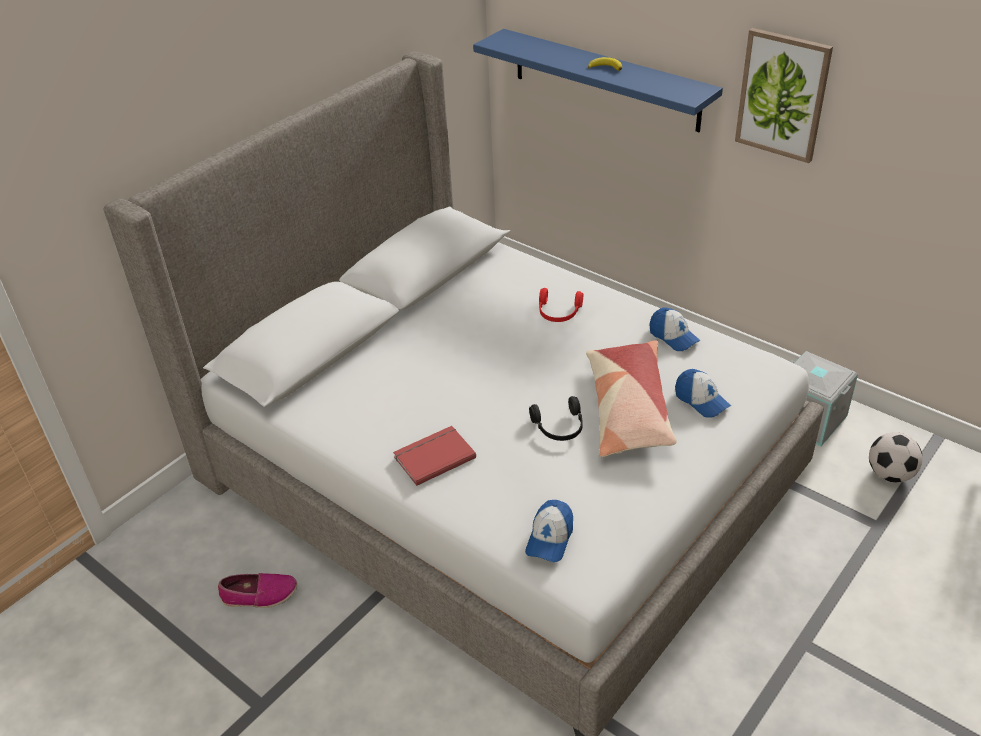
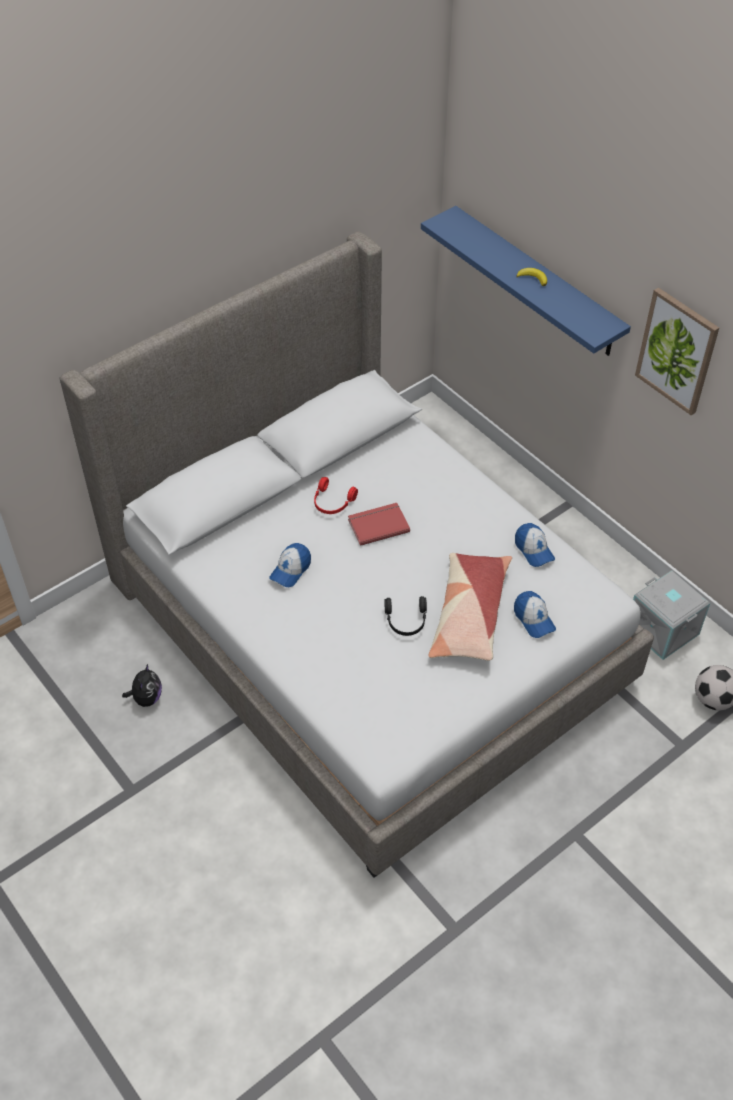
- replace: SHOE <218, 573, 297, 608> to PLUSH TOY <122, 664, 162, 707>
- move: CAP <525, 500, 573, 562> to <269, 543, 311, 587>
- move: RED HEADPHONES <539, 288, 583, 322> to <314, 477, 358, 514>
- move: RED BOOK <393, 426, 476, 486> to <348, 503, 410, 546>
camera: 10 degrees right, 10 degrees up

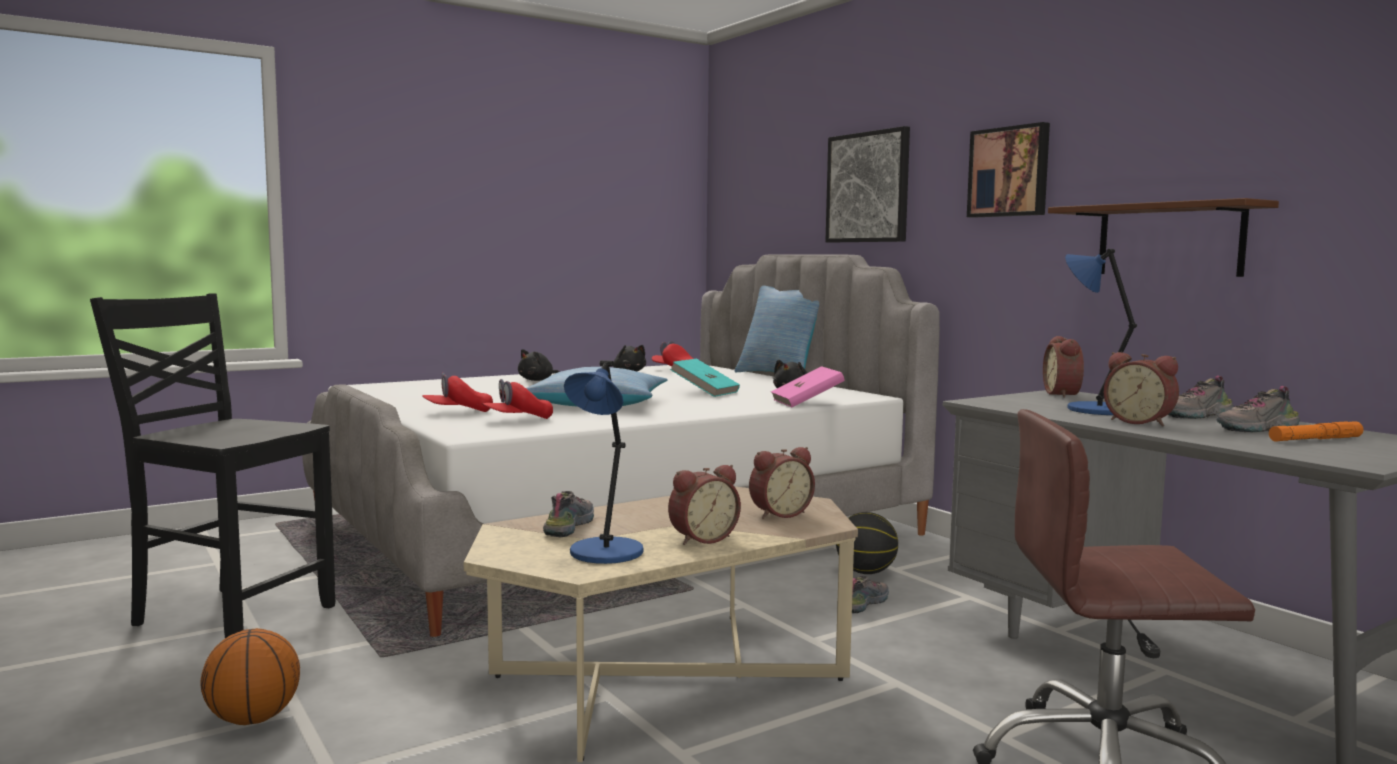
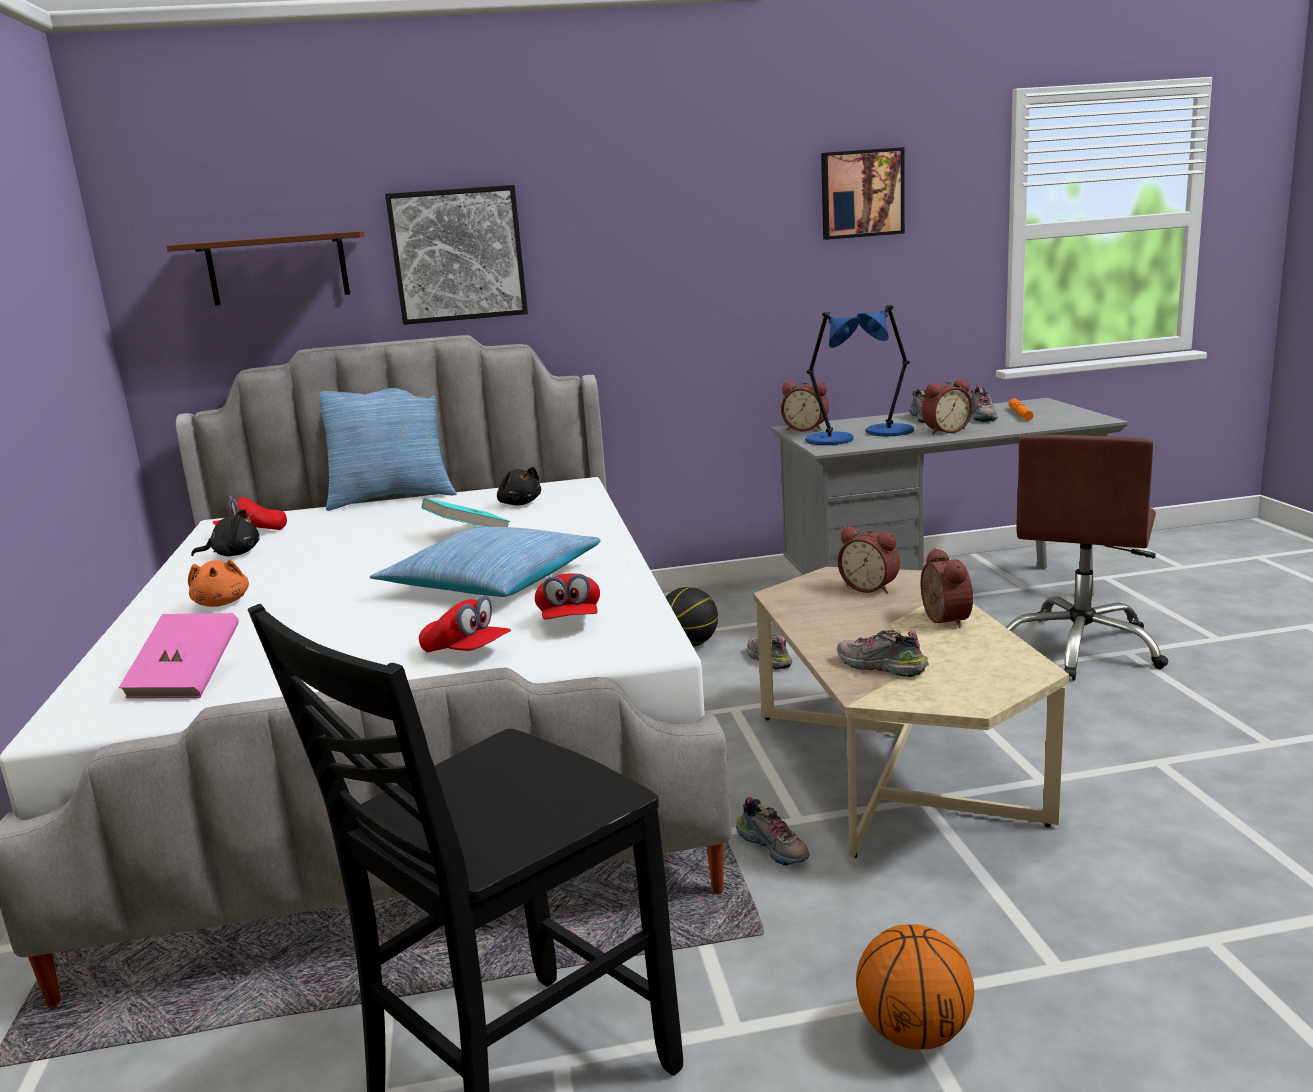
- move: PINK BOOK <771, 366, 845, 407> to <119, 613, 239, 698>
- move: BROWN SHELF <1048, 198, 1279, 277> to <167, 231, 365, 305>
- recolor: BLACK PLUSH TOY <518, 349, 560, 381> to ORANGE PLUSH TOY <188, 559, 249, 607>
- rotate: RED CAP <422, 373, 493, 412> = <419, 595, 511, 652> 60 degrees counterclockwise
- insert: SHOE <736, 797, 810, 866>
- move: BLUE TABLE LAMP <564, 360, 643, 564> to <805, 312, 860, 445>
- move: PICTURE <967, 122, 1050, 218> to <821, 147, 905, 240>
- rotate: ALARM CLOCK <749, 447, 815, 519> = <838, 527, 900, 594> 135 degrees clockwise
camera: 65 degrees left, 10 degrees up

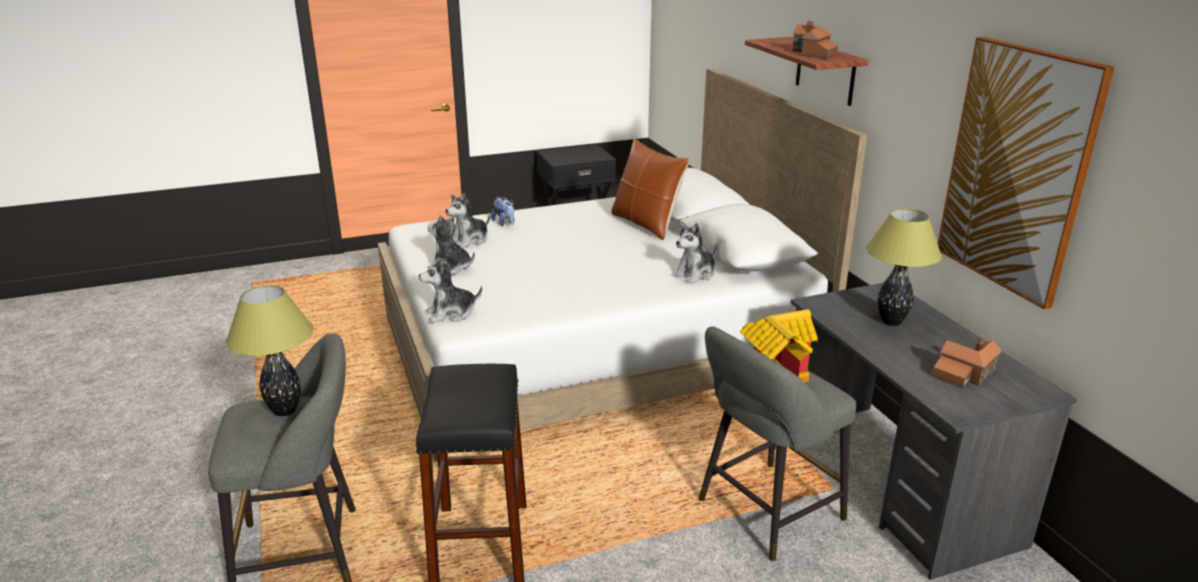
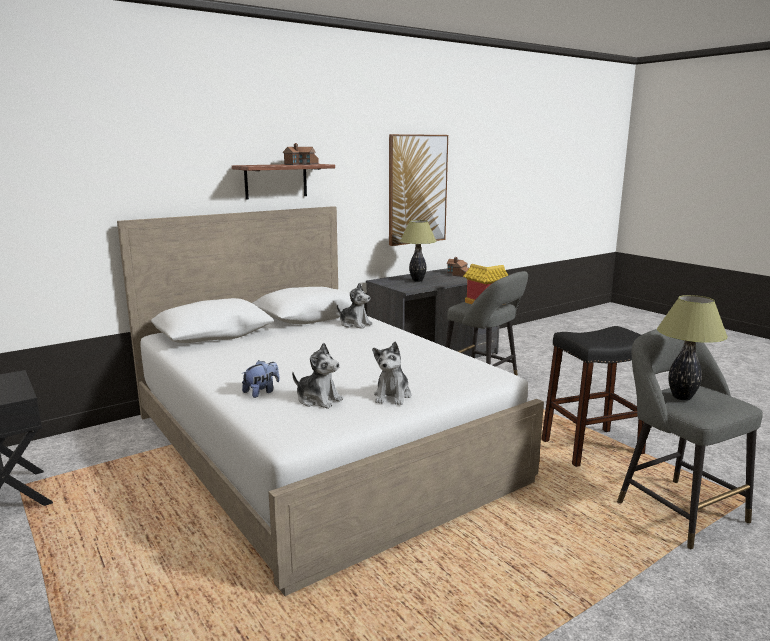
- delete: PLUSH TOY <419, 257, 482, 323>
- delete: BROWN PILLOW <611, 138, 689, 240>
camera: 105 degrees left, 10 degrees down

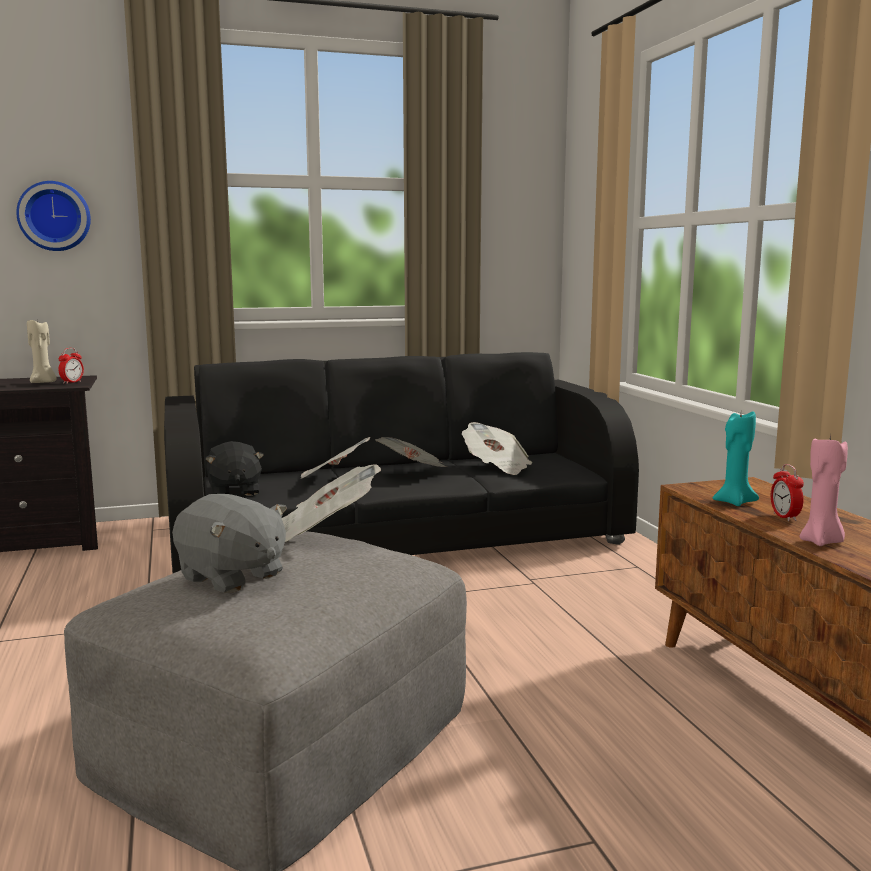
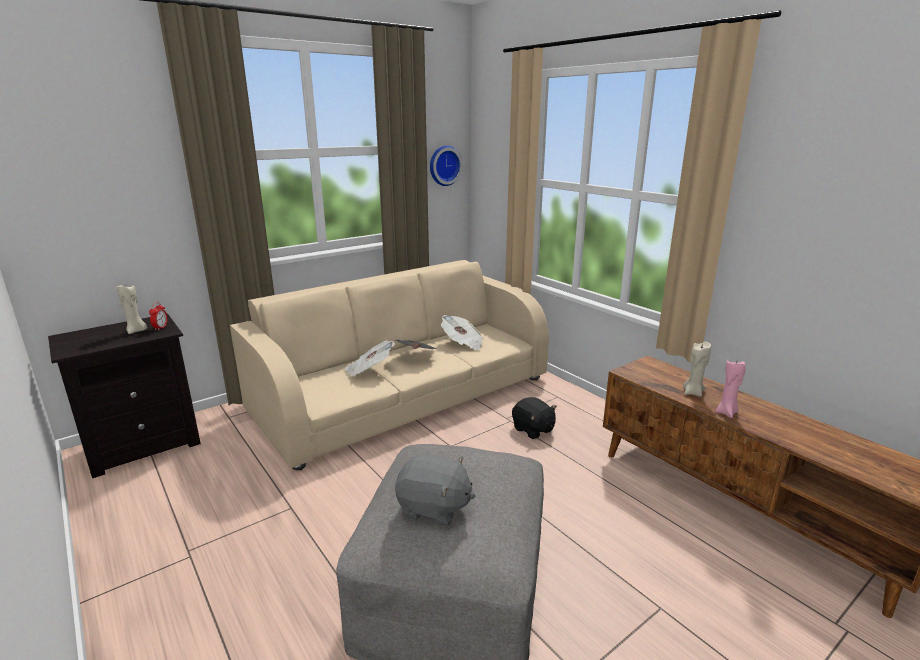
- recolor: BLACK SOFA <164, 352, 639, 574> to BEIGE SOFA <230, 260, 549, 470>
- move: WALL CLOCK <16, 181, 91, 251> to <430, 145, 463, 186>
- move: BLACK PLUSH TOY <205, 441, 264, 496> to <512, 397, 557, 439>
- replace: ALARM CLOCK <771, 464, 804, 521> to BEIGE CANDLE <683, 342, 711, 397>
- delete: NEWSPAPER <282, 465, 381, 542>
- delete: TURQUOISE CANDLE <712, 411, 759, 506>
camera: 20 degrees left, 10 degrees up

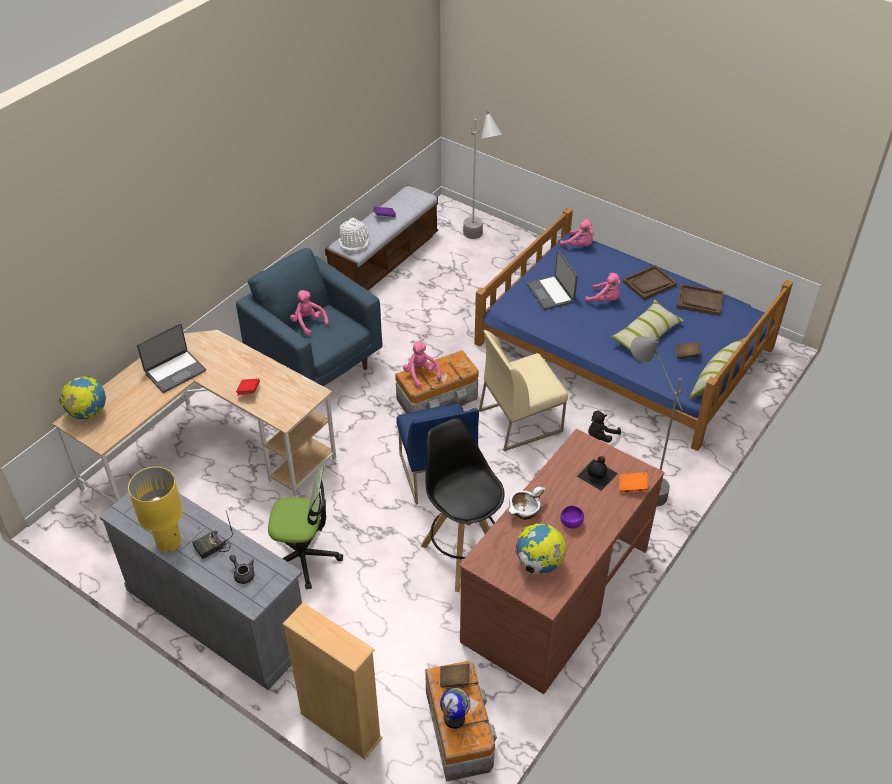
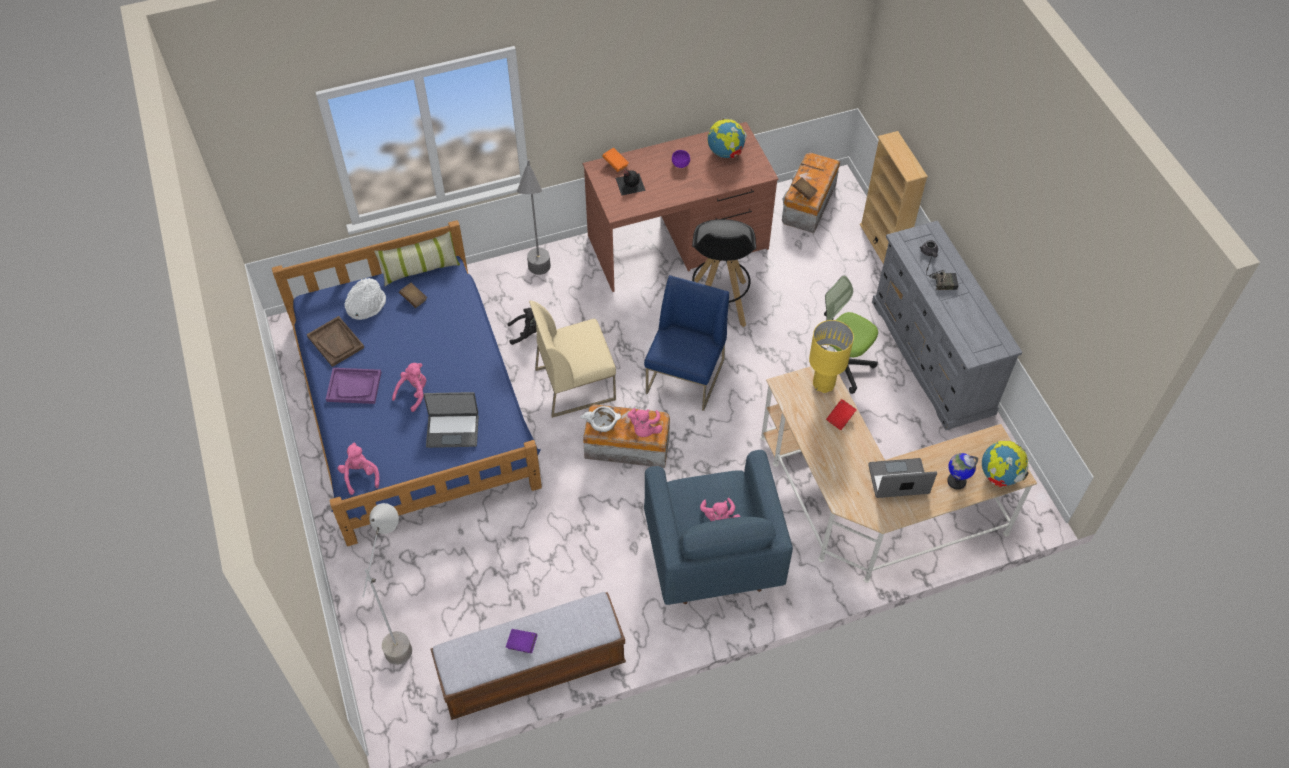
- recolor: BROWN TRAY <623, 265, 677, 300> to PURPLE TRAY <326, 368, 382, 404>
- move: WHITE HAT <338, 218, 369, 252> to <344, 278, 386, 320>
- rotate: PINK PLUSH TOY <585, 273, 620, 303> = <392, 363, 426, 412> 60 degrees clockwise
- rotate: LAPTOP <527, 250, 578, 310> = <423, 392, 479, 448> 75 degrees clockwise
- rotate: BEIGE CHAIR <479, 330, 568, 451> = <529, 300, 616, 418> 150 degrees clockwise
- move: WHITE BOWL <509, 487, 546, 520> to <580, 406, 621, 432>
- move: YELLOW TABLE LAMP <128, 467, 183, 552> to <809, 320, 854, 393>
- move: GLOBE <440, 688, 470, 729> to <947, 453, 978, 490>
- delete: PILLOW <611, 300, 684, 351>
camera: 145 degrees left, 10 degrees up

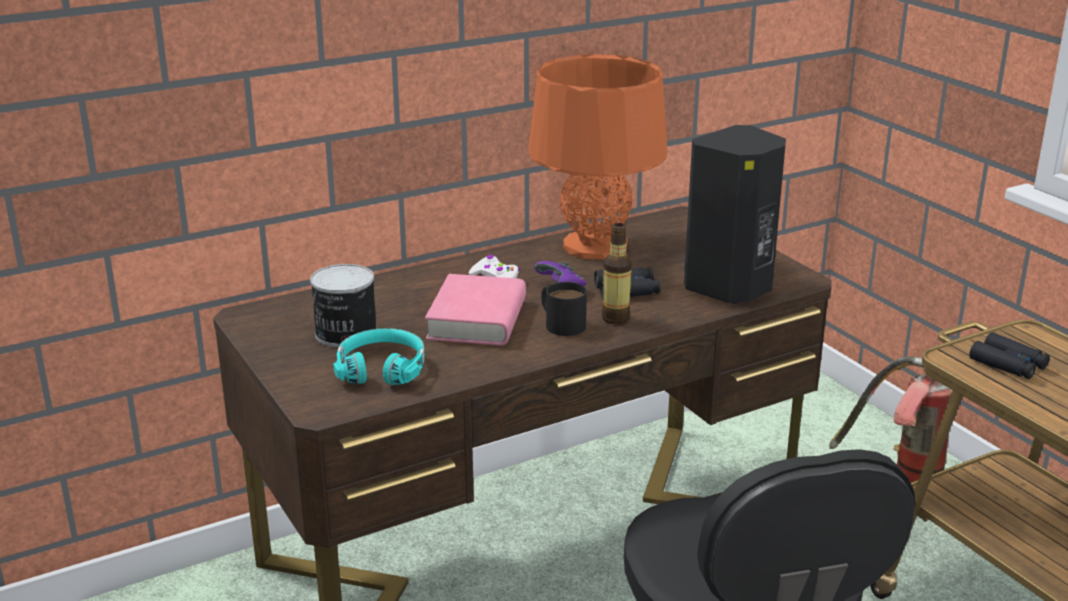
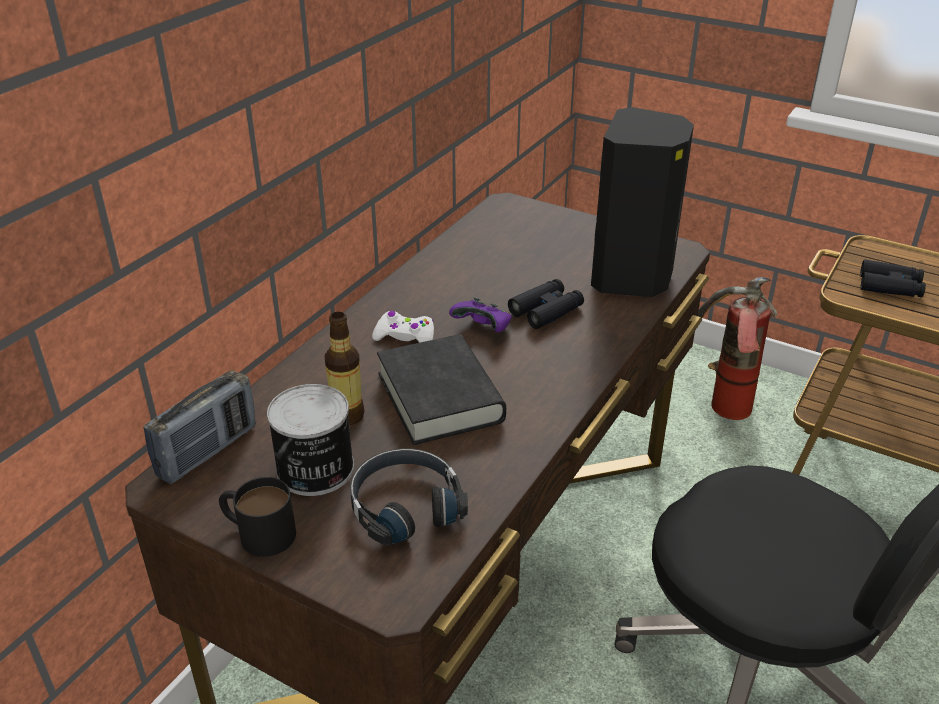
- insert: RADIO <143, 370, 256, 484>
- move: BLACK MUG <541, 282, 587, 336> to <219, 477, 296, 557>
- move: BOTTLE <602, 223, 632, 325> to <325, 312, 364, 425>
- recolor: TURQUOISE HEADPHONES <333, 328, 425, 385> to BLACK HEADPHONES <350, 448, 468, 546>
- recolor: PINK BOOK <425, 274, 526, 346> to BLACK BOOK <377, 335, 506, 445>
- delete: ORANGE TABLE LAMP <528, 54, 668, 259>
camera: 30 degrees left, 10 degrees up

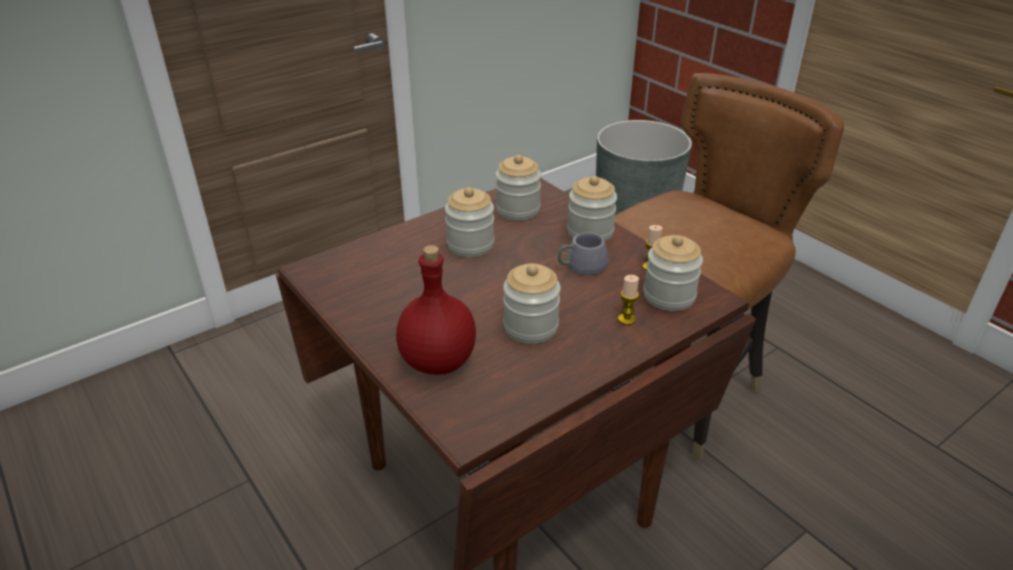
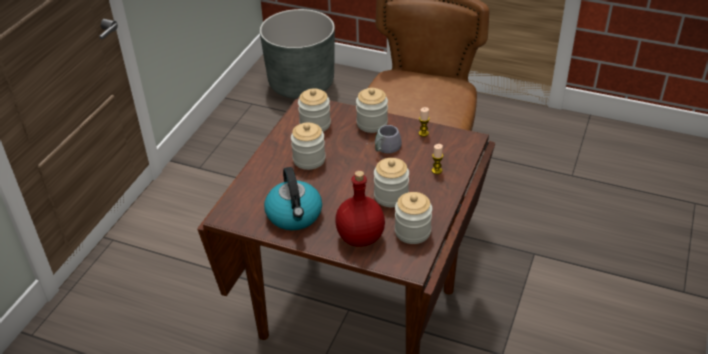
- insert: KETTLE <264, 167, 322, 230>
- move: JAR <643, 235, 703, 311> to <395, 192, 432, 244>
camera: 30 degrees left, 5 degrees up

